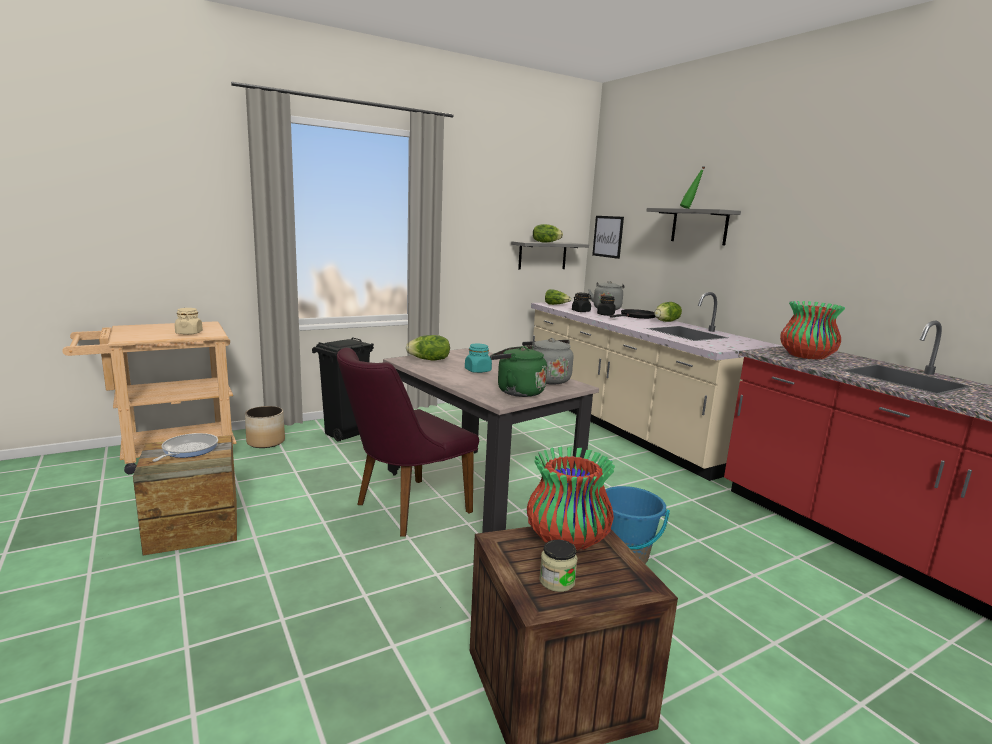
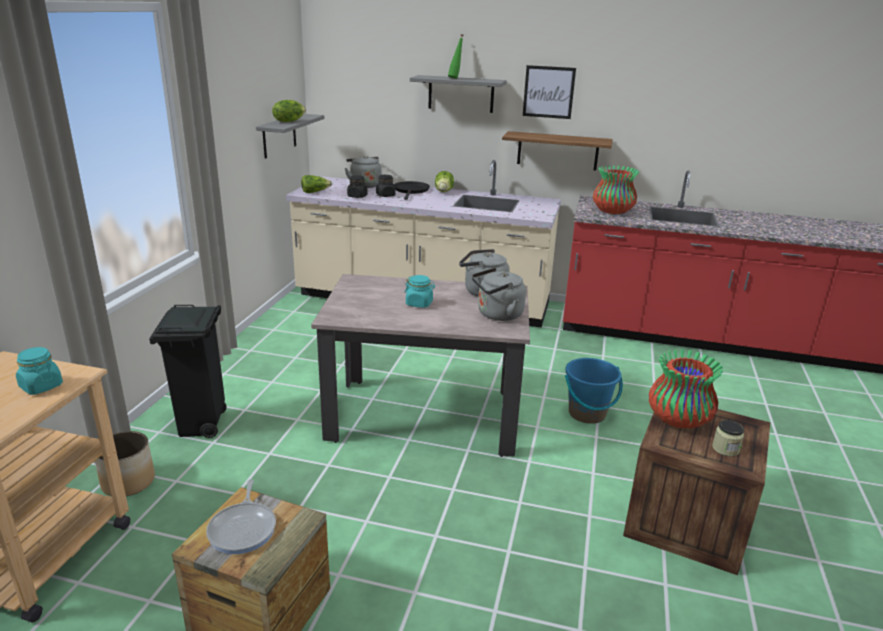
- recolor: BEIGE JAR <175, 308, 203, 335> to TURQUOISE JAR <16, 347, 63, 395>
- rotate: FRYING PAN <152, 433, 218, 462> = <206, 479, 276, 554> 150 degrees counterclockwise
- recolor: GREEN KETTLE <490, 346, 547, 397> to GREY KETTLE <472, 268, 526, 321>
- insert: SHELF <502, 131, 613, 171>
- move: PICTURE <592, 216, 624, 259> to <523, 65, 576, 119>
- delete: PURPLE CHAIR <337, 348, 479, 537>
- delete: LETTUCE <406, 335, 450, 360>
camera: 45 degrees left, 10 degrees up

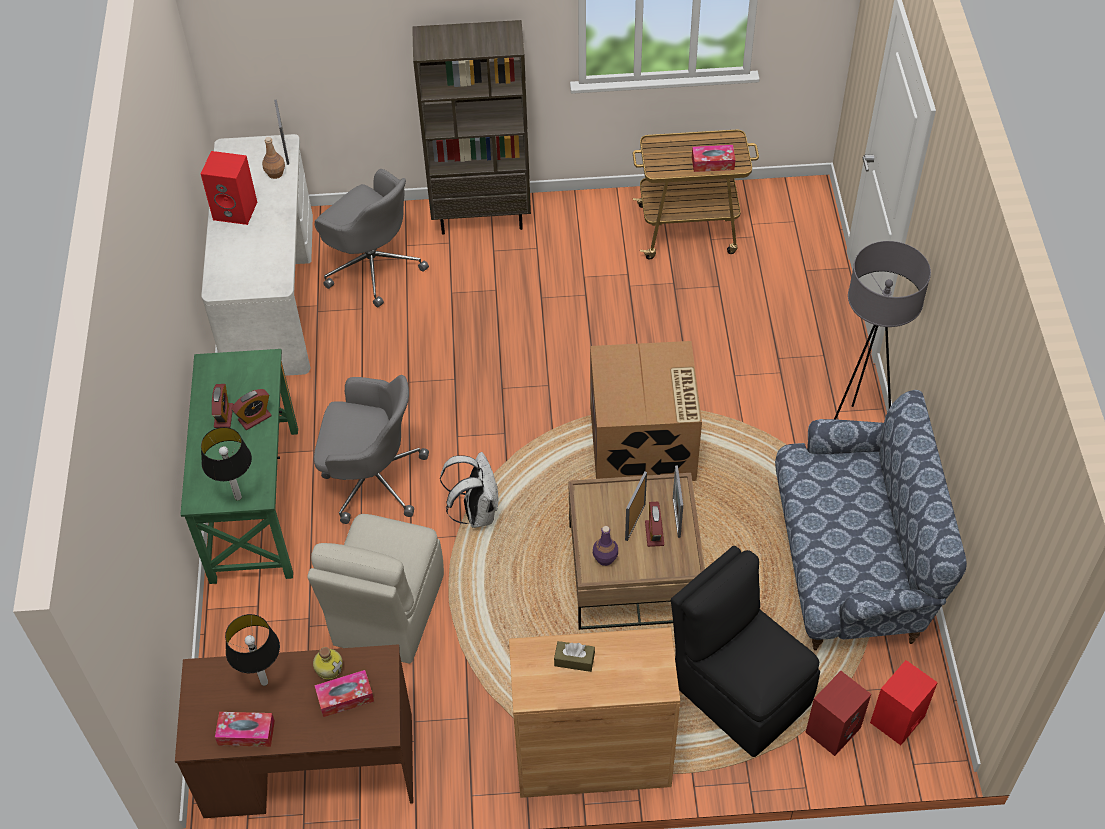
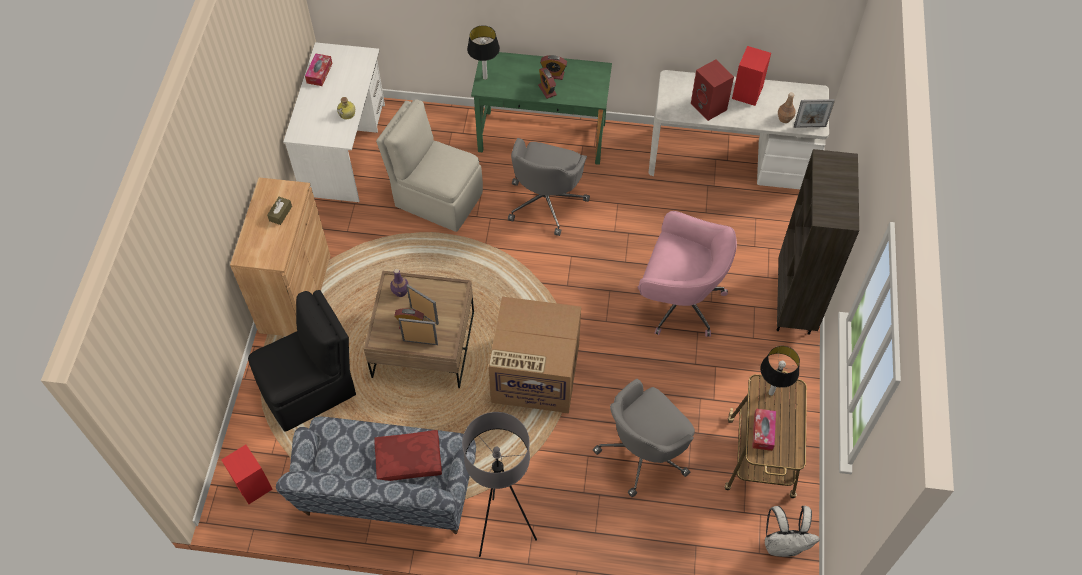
- recolor: BROWN DESK <175, 644, 413, 818> to WHITE DESK <283, 42, 385, 202>
- insert: RED PILLOW <374, 430, 442, 481>
- move: GREY OFFICE CHAIR <315, 169, 429, 307> to <593, 379, 695, 497>
- insert: PINK OFFICE CHAIR <638, 211, 737, 337>
- move: RED SPEAKER <805, 671, 871, 756> to <691, 59, 734, 121>
- move: TABLE LAMP <225, 614, 280, 686> to <760, 346, 800, 396>
- move: WHITE BACKPACK <440, 452, 498, 528> to <765, 506, 820, 557>
- delete: TISSUE BOX <314, 670, 374, 717>
camera: 100 degrees right, 5 degrees up

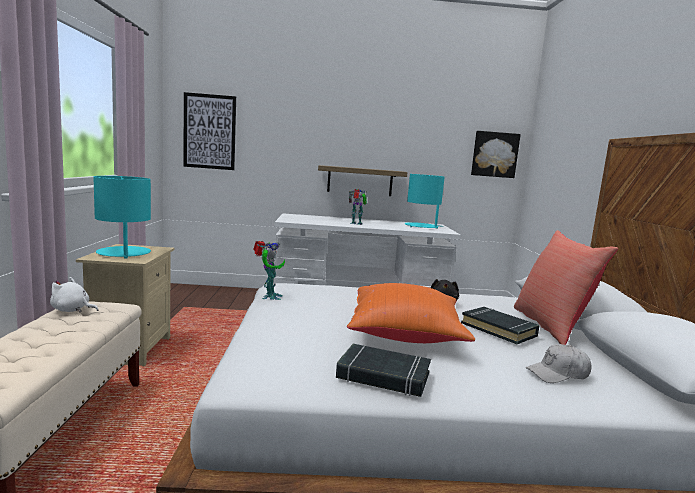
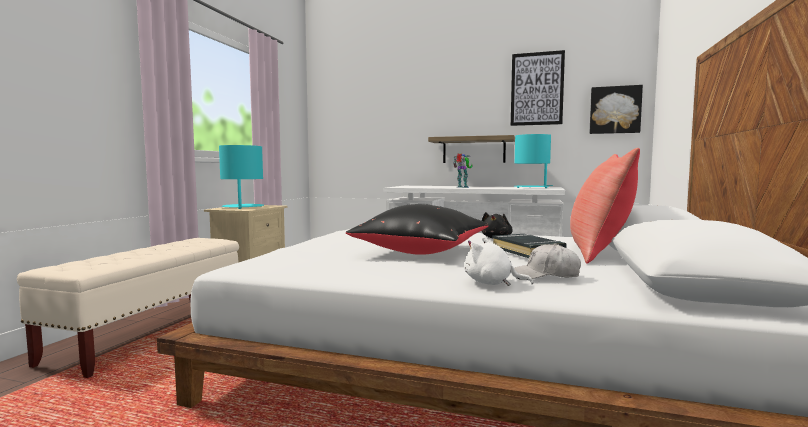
- recolor: ORANGE PILLOW <347, 283, 475, 343> to BLACK PILLOW <346, 204, 488, 255>
- move: WHITE PLUSH TOY <50, 277, 98, 313> to <464, 237, 533, 286>
- move: PICTURE <183, 92, 236, 170> to <511, 50, 565, 126>
- delete: TOY ROBOT <253, 241, 285, 300>
- delete: BLACK BOOK <336, 344, 431, 397>
camera: 20 degrees right, 5 degrees down

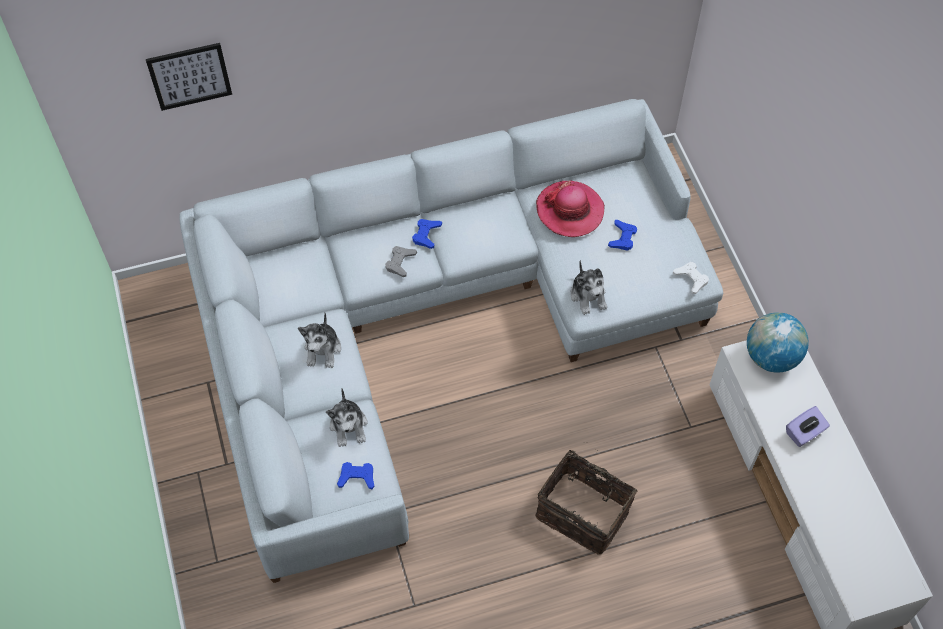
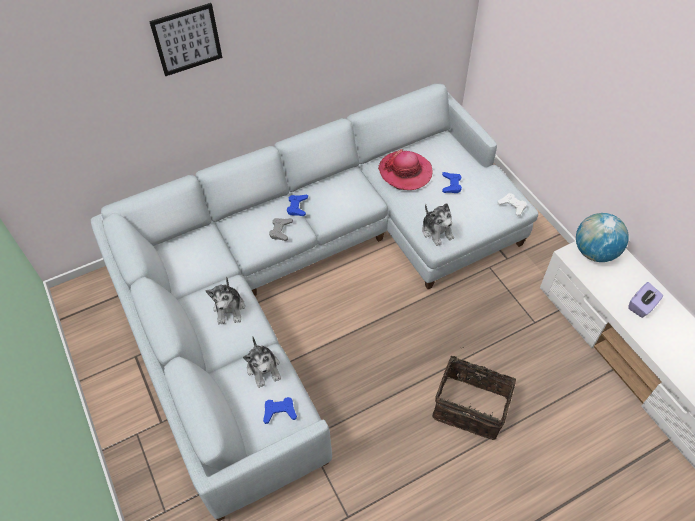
- move: PICTURE <146, 43, 232, 111> to <149, 3, 222, 76>
camera: 10 degrees left, 5 degrees down

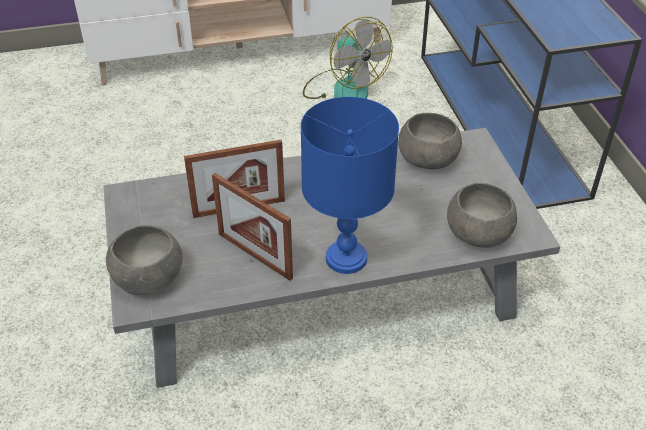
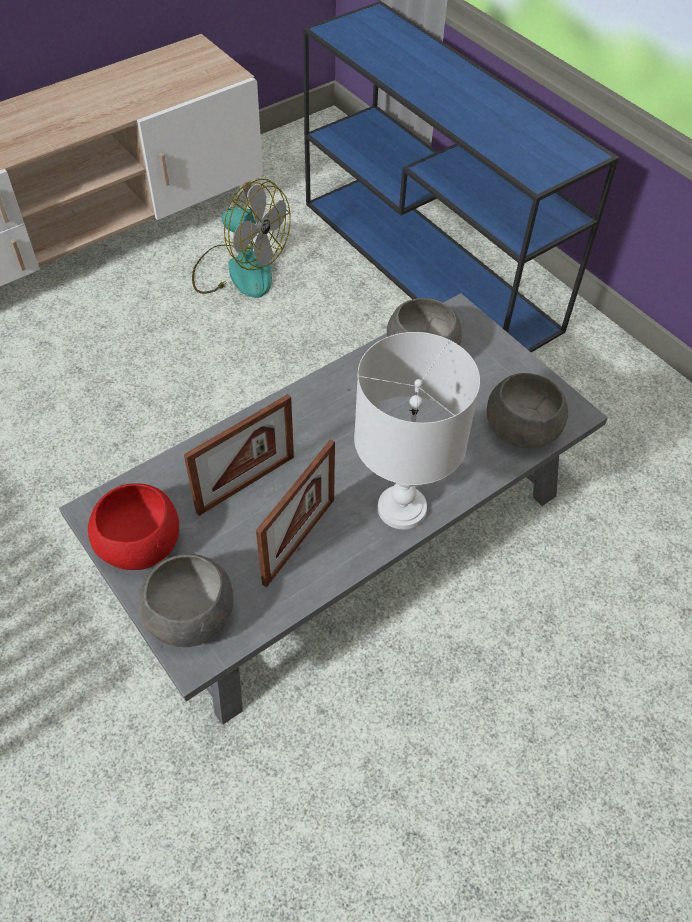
- insert: RED BOWL <88, 483, 179, 570>
- rotate: PICTURE FRAME <212, 173, 293, 281> = <256, 439, 335, 587> 75 degrees counterclockwise
- recolor: BLUE TABLE LAMP <301, 97, 399, 274> to WHITE TABLE LAMP <354, 332, 480, 529>
camera: 25 degrees left, 10 degrees up

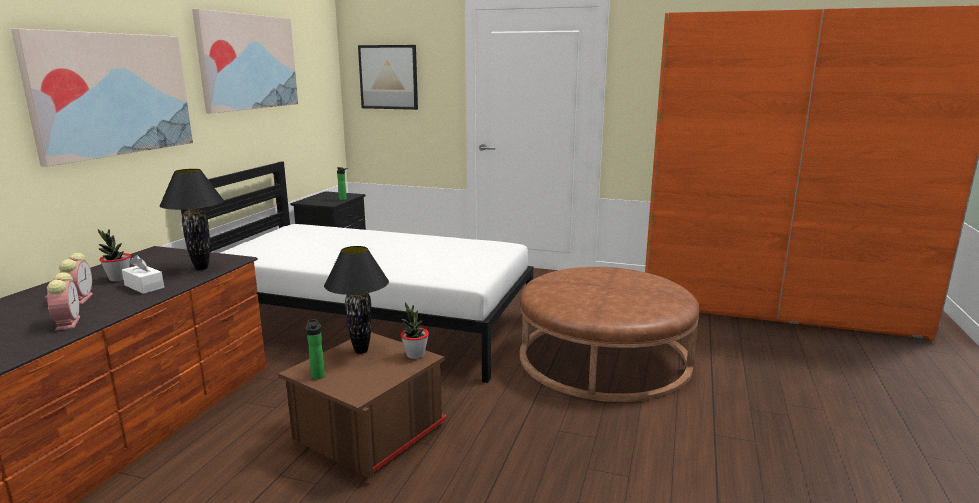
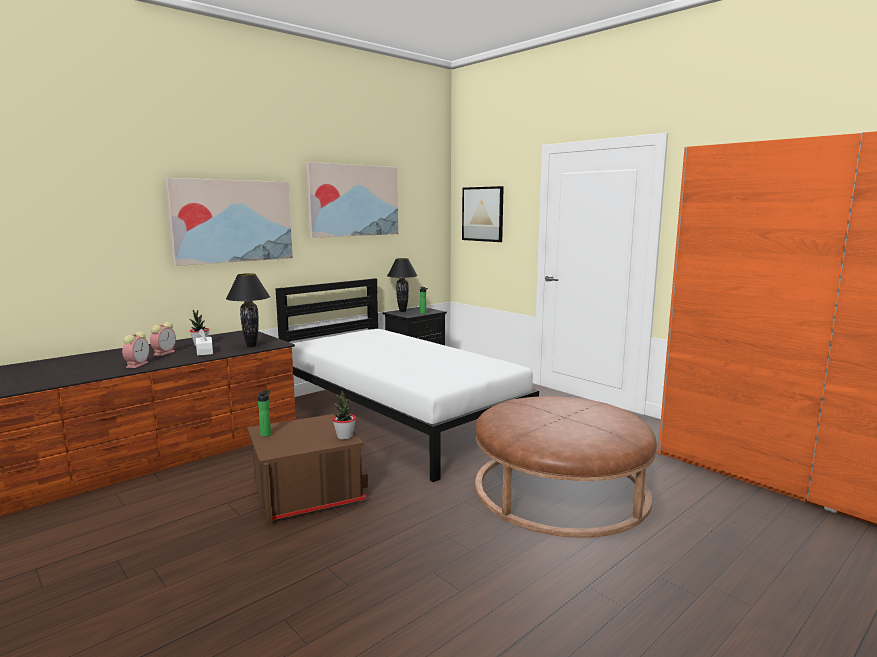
- move: BLACK TABLE LAMP <324, 246, 389, 354> to <387, 258, 418, 312>
camera: 30 degrees right, 5 degrees down

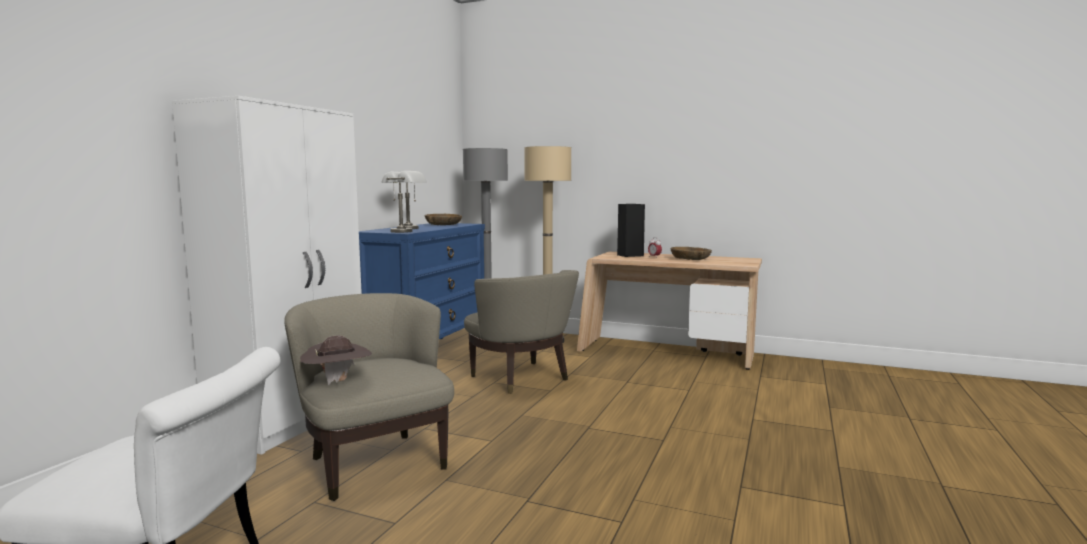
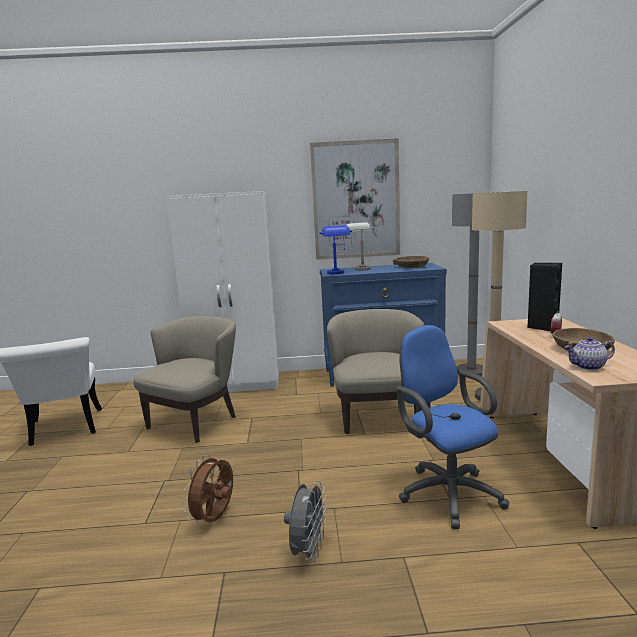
- insert: BROWN FAN <182, 454, 233, 524>
- insert: GREY FAN <284, 481, 327, 563>
- insert: PICTURE <310, 138, 400, 260>
- recolor: GREY TABLE LAMP <390, 171, 427, 233> to BLUE TABLE LAMP <319, 225, 352, 274>
- rotate: BEIGE ARMCHAIR <464, 270, 579, 394> = <327, 309, 424, 434> 150 degrees clockwise
- insert: BLUE OFFICE CHAIR <397, 325, 509, 529>
- insert: TEAPOT <565, 337, 615, 370>
- delete: BROWN HAT <300, 336, 372, 385>
camera: 65 degrees right, 5 degrees up

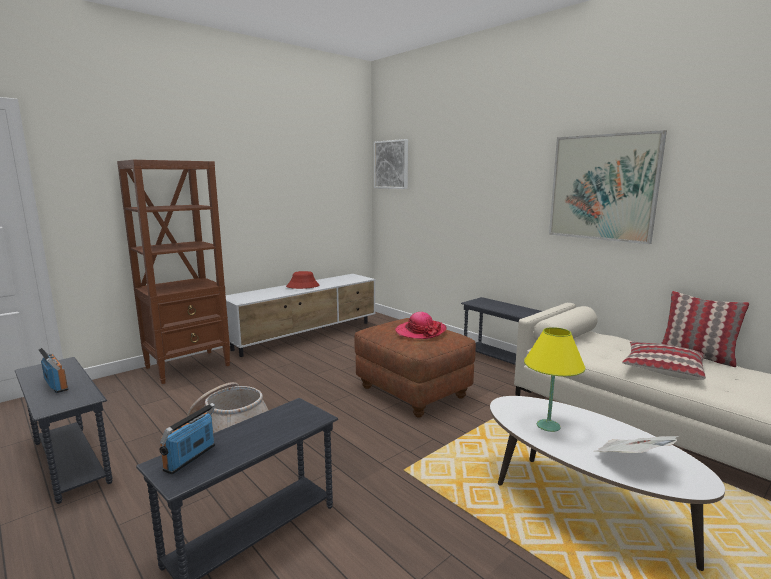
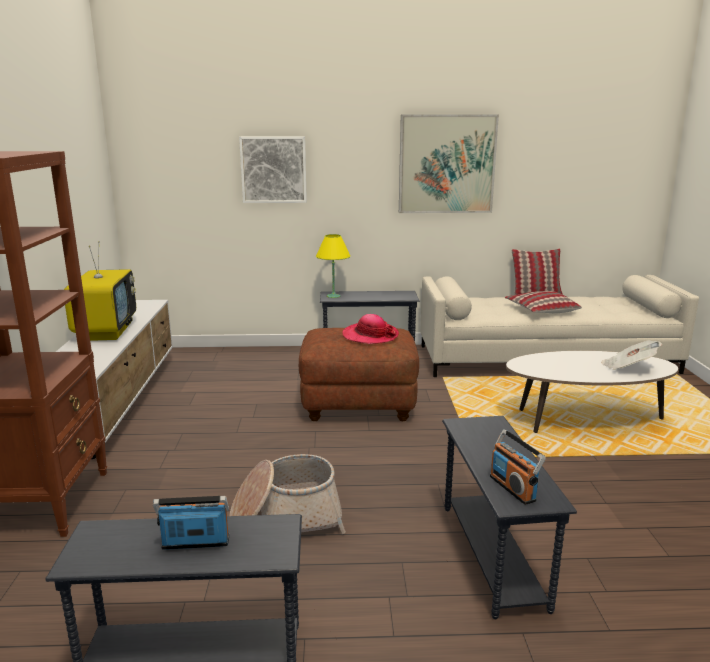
- replace: RED HAT <286, 271, 319, 289> to TELEVISION <64, 241, 136, 341>
- move: PICTURE <374, 139, 408, 189> to <239, 137, 307, 203>
- move: YELLOW TABLE LAMP <524, 327, 586, 432> to <316, 234, 351, 298>
camera: 50 degrees left, 5 degrees up

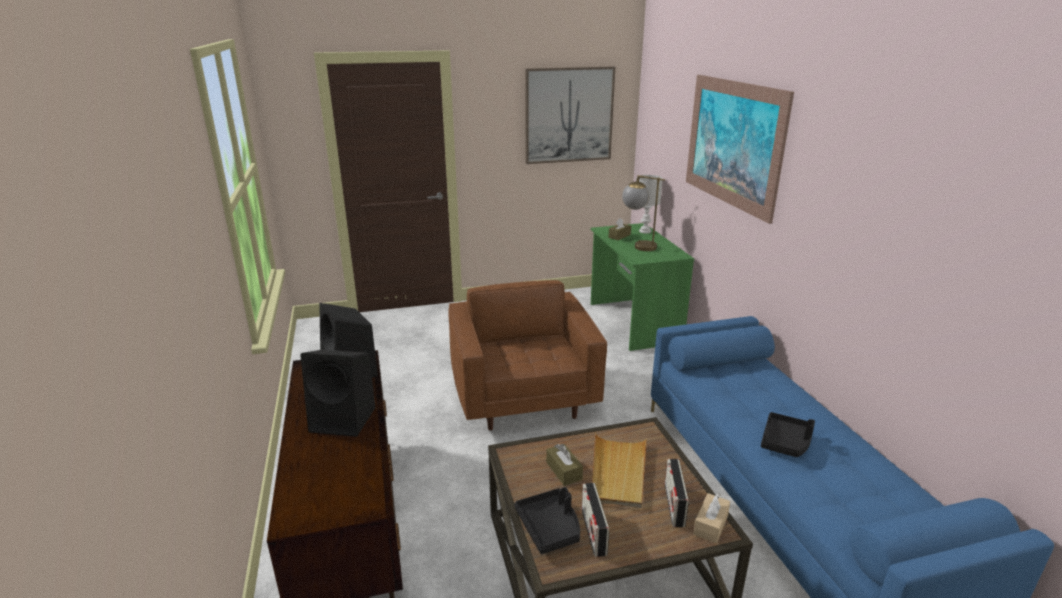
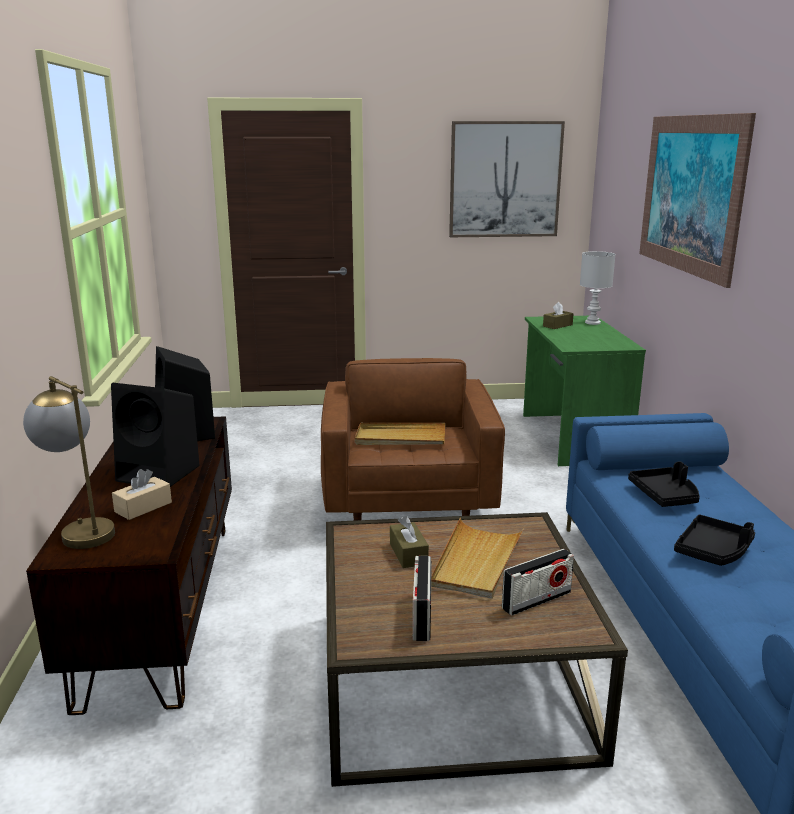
- move: TABLE LAMP <622, 175, 665, 251> to <23, 376, 115, 549>
- move: BEIGE TISSUE BOX <693, 493, 730, 544> to <112, 469, 172, 520>
- insert: BEIGE TRAY <355, 423, 445, 445>
- rotate: RADIO <665, 459, 689, 527> = <502, 549, 574, 616> 135 degrees counterclockwise
- move: BLACK TRAY <515, 487, 580, 554> to <628, 461, 700, 507>
camera: 10 degrees right, 5 degrees down

